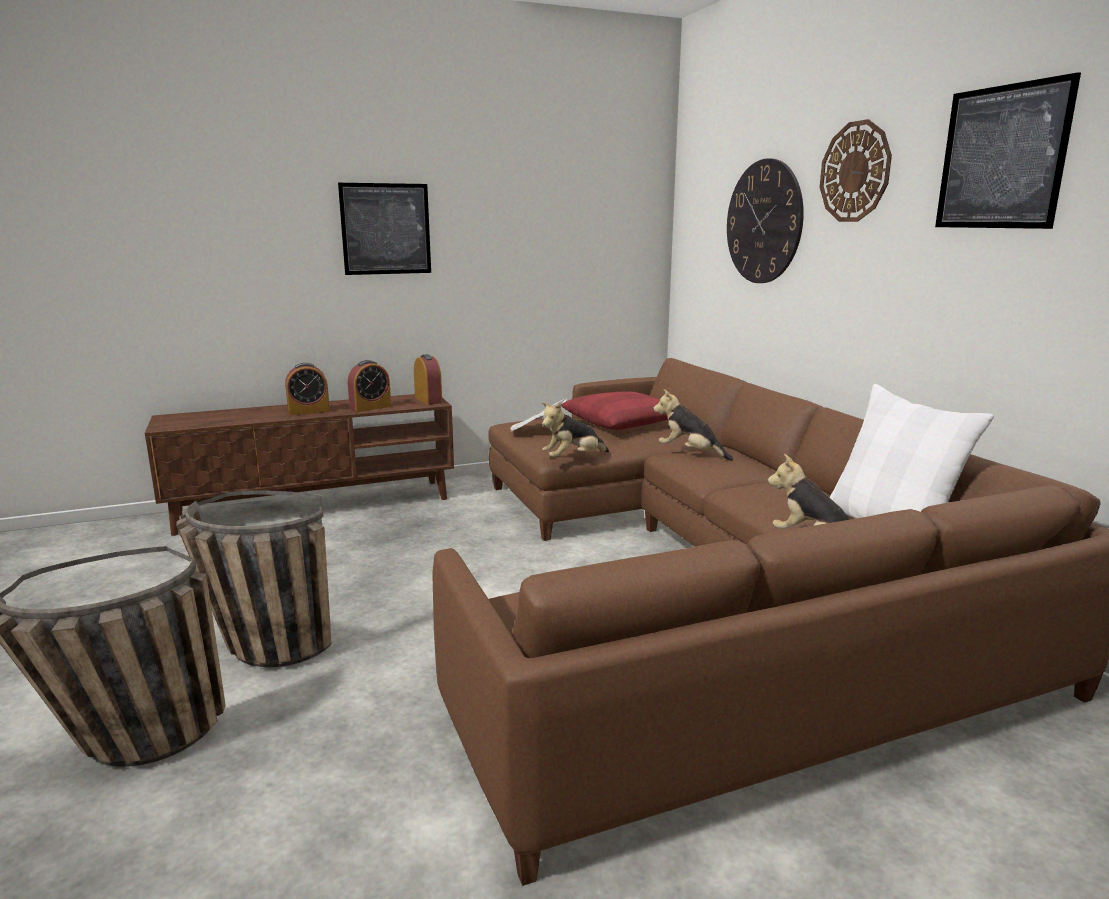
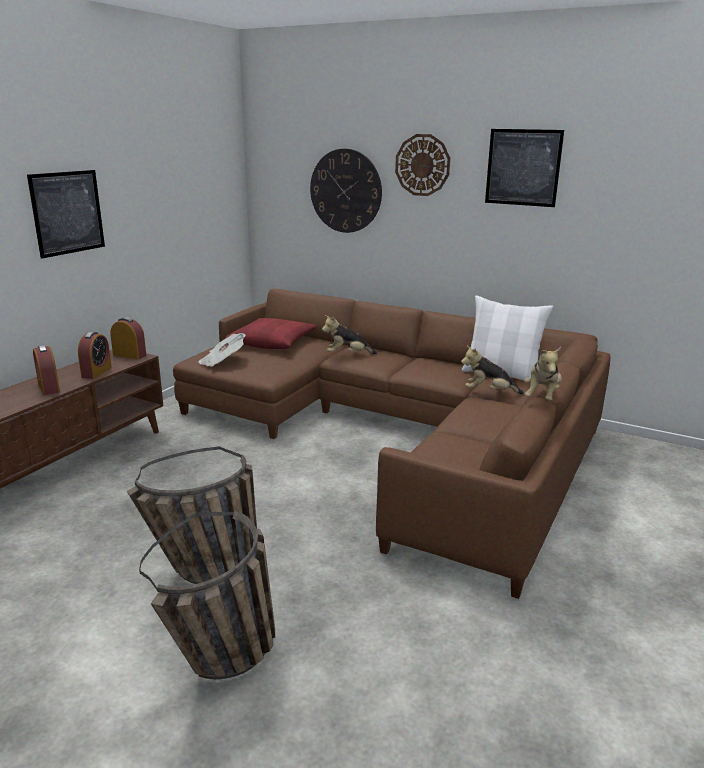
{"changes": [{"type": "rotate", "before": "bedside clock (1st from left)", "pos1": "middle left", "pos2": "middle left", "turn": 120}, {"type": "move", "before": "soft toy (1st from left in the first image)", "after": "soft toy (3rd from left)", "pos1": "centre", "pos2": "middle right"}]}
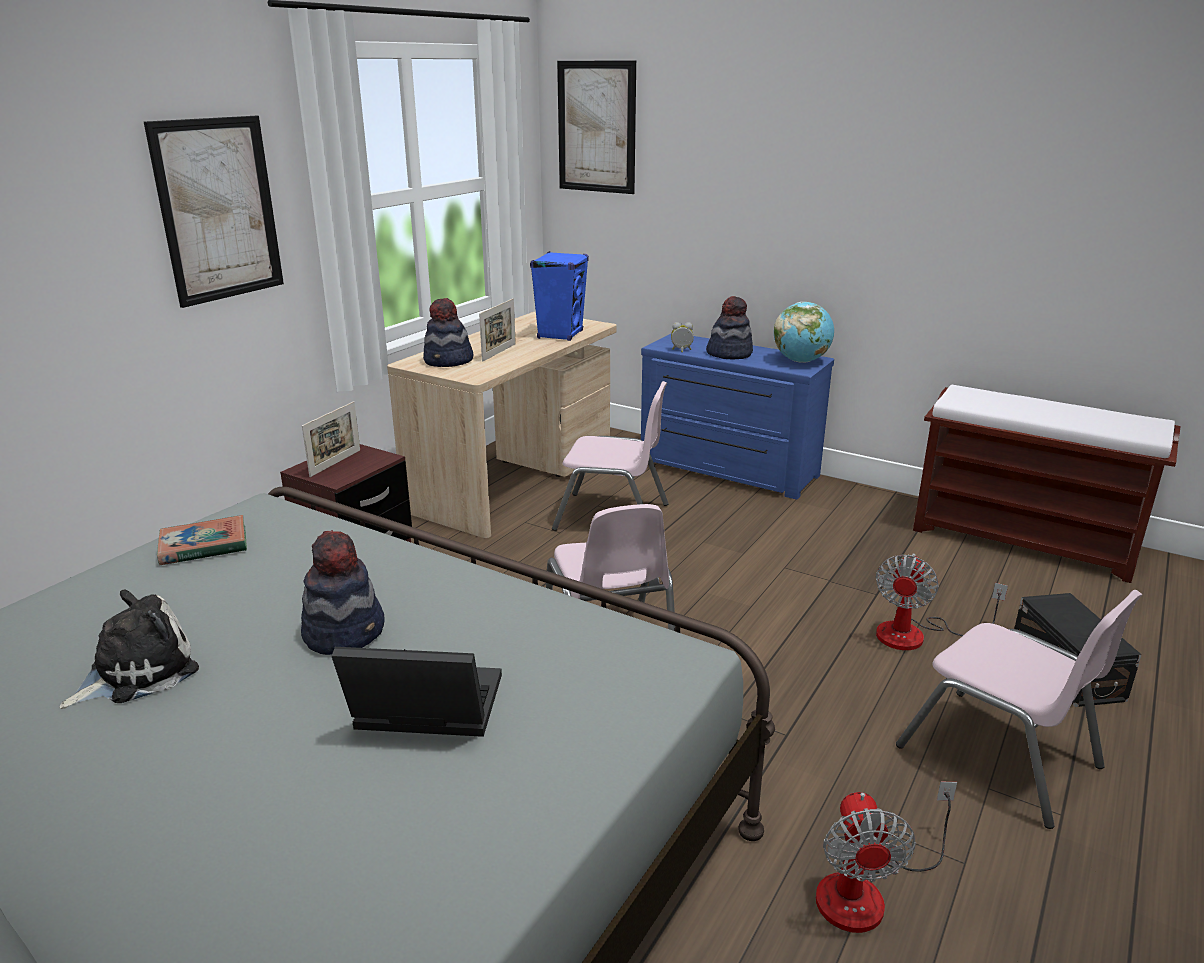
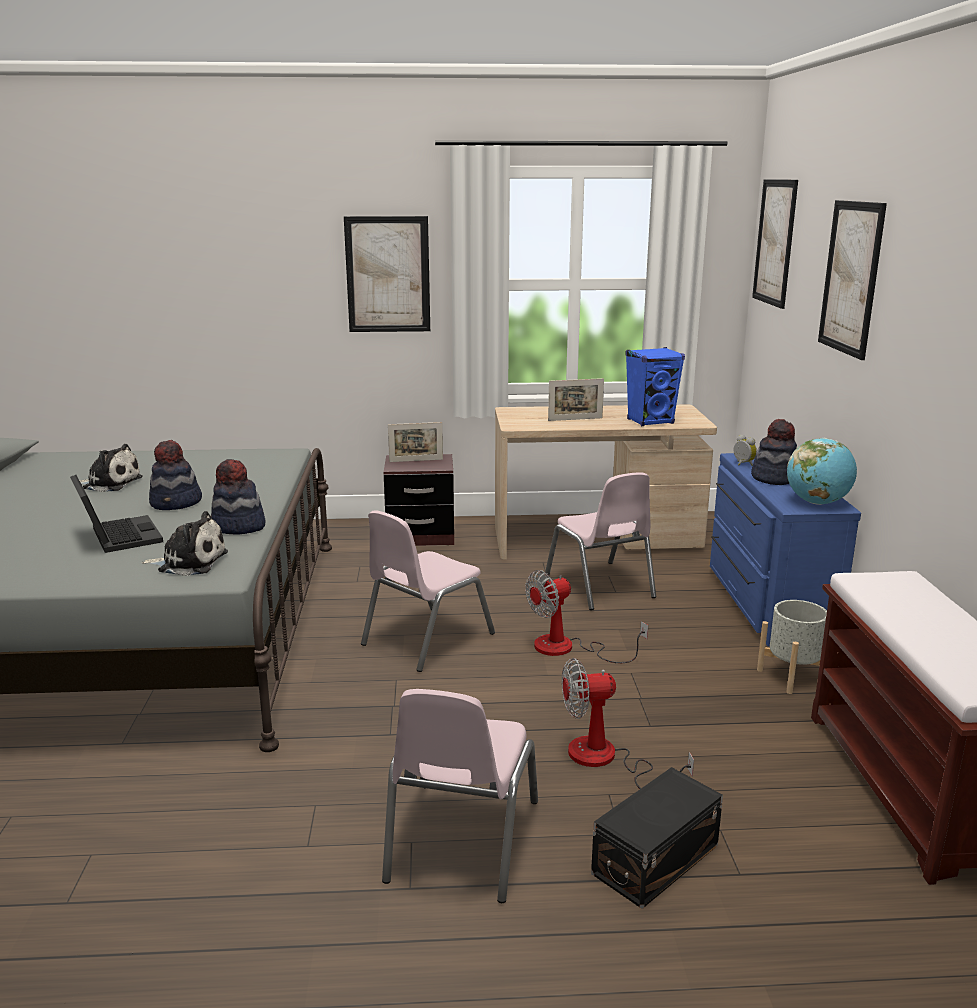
{"changes": [{"type": "insert", "after": "soft toy (2nd from left)", "pos2": "middle left"}, {"type": "move", "before": "clothing hat (2nd from left)", "pos1": "centre", "pos2": "middle left"}, {"type": "move", "before": "fan (1st from left)", "pos1": "bottom right", "pos2": "centre"}, {"type": "insert", "after": "plant pot in gray", "pos2": "middle right"}, {"type": "insert", "after": "wall picture (3rd from left)", "pos2": "top right"}, {"type": "delete", "before": "volume", "pos1": "middle left"}]}
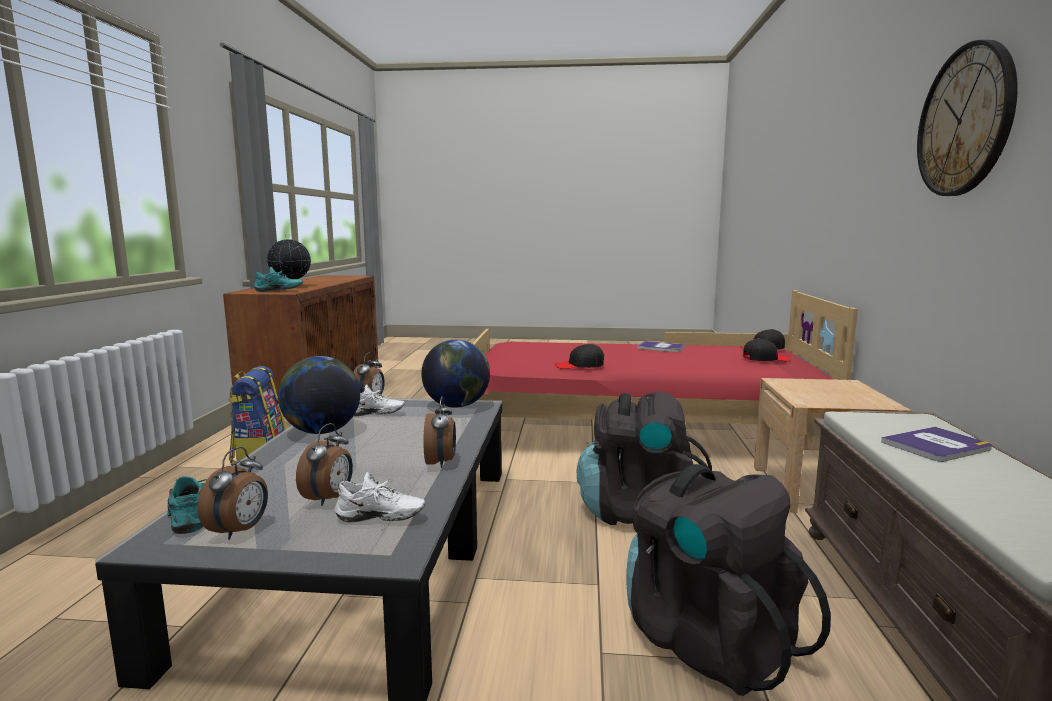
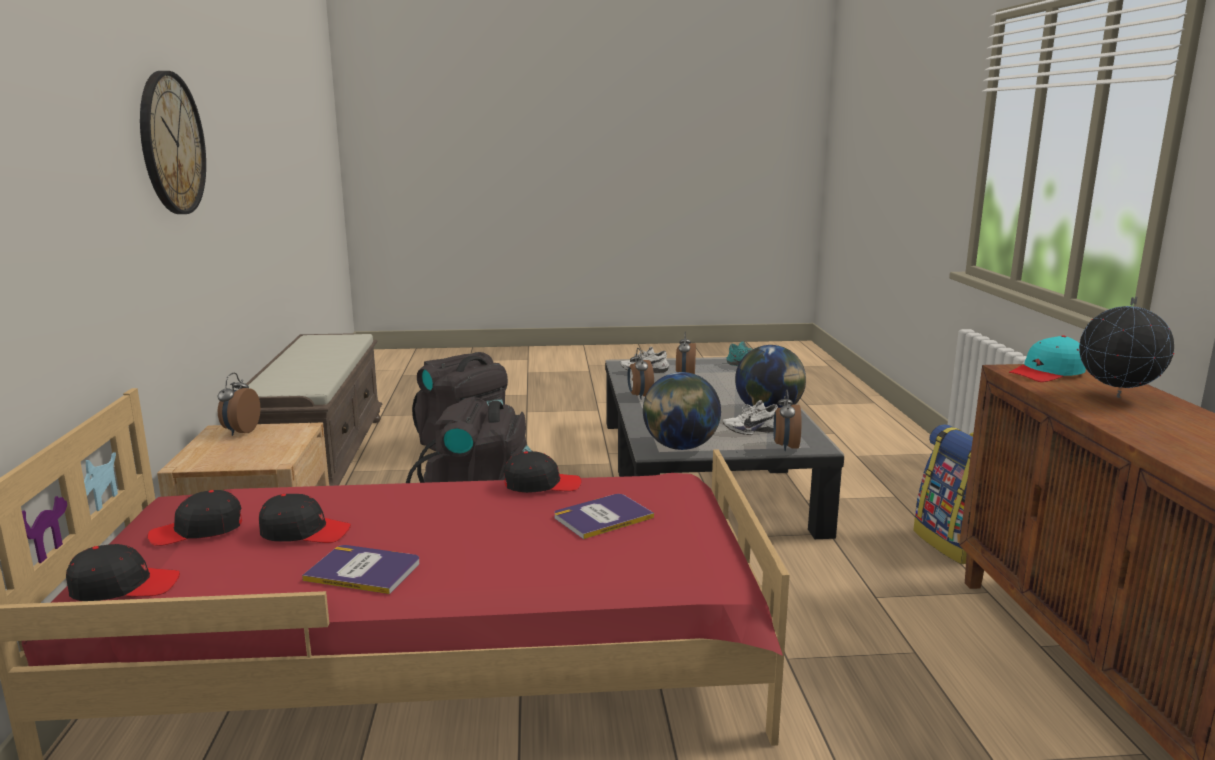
{"changes": [{"type": "move", "before": "bedside clock (1st from left)", "pos1": "bottom left", "pos2": "middle left"}, {"type": "insert", "after": "peaked cap in black (3rd from left)", "pos2": "bottom left"}, {"type": "move", "before": "volume (2nd from left)", "pos1": "middle right", "pos2": "bottom centre"}, {"type": "replace", "before": "shoe in turquoise-coloured (2nd from left)", "after": "peaked cap in turquoise-coloured", "pos1": "middle left", "pos2": "middle right"}]}
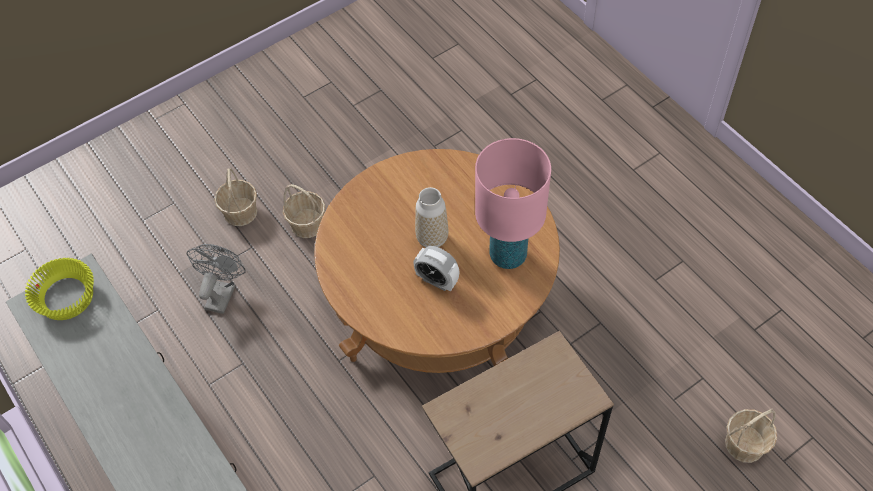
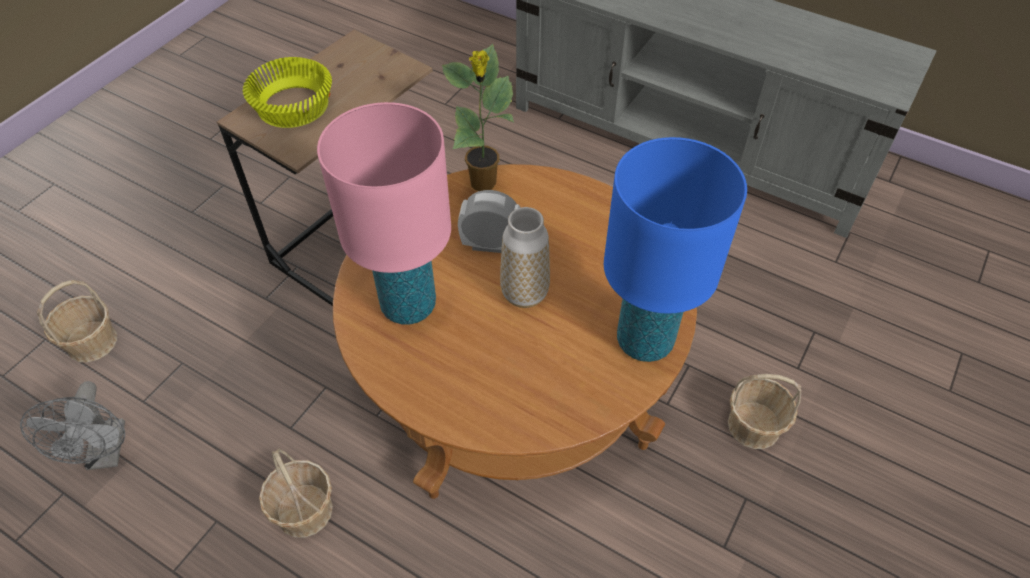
{"changes": [{"type": "move", "before": "fan in gray", "pos1": "middle left", "pos2": "bottom left"}, {"type": "move", "before": "deep dish in yellowish", "pos1": "middle left", "pos2": "top left"}, {"type": "move", "before": "household basket (1st from left in the first image)", "after": "household basket (2nd from left)", "pos1": "middle left", "pos2": "bottom left"}, {"type": "insert", "after": "houseplant", "pos2": "top centre"}, {"type": "insert", "after": "tabletop lamp in blue-coloured", "pos2": "centre"}]}
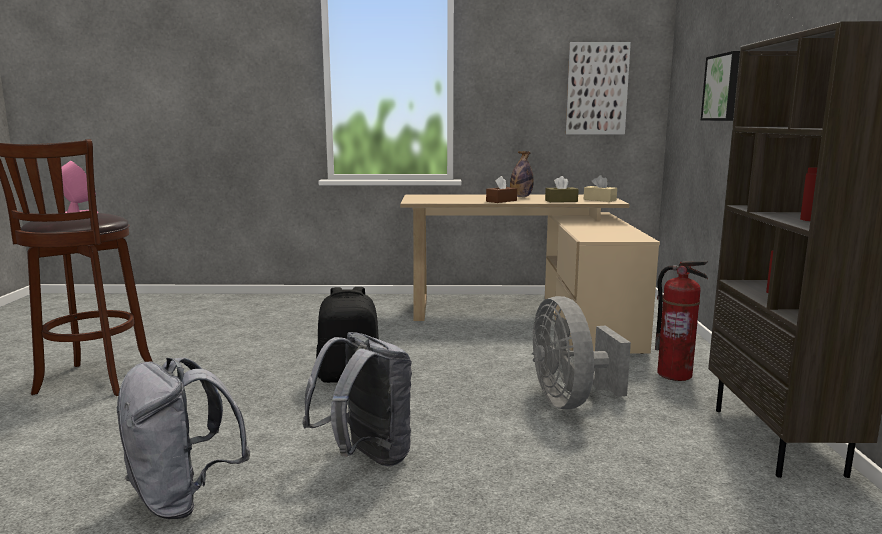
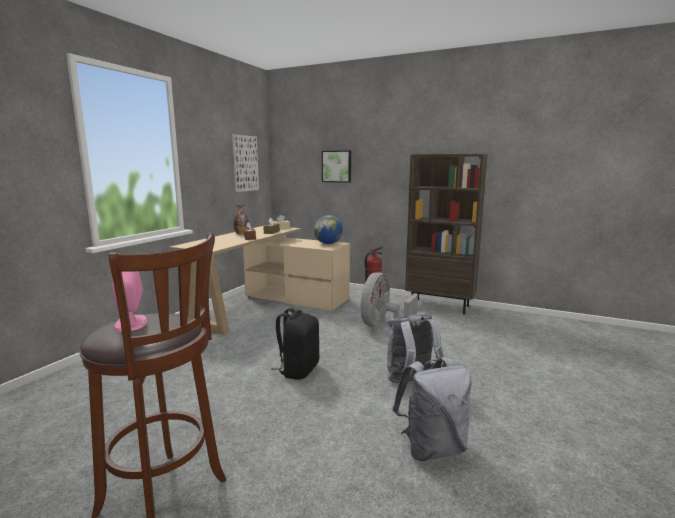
{"changes": [{"type": "insert", "after": "globe", "pos2": "centre"}, {"type": "rotate", "before": "fan in gray", "pos1": "centre", "pos2": "centre", "turn": 105}]}
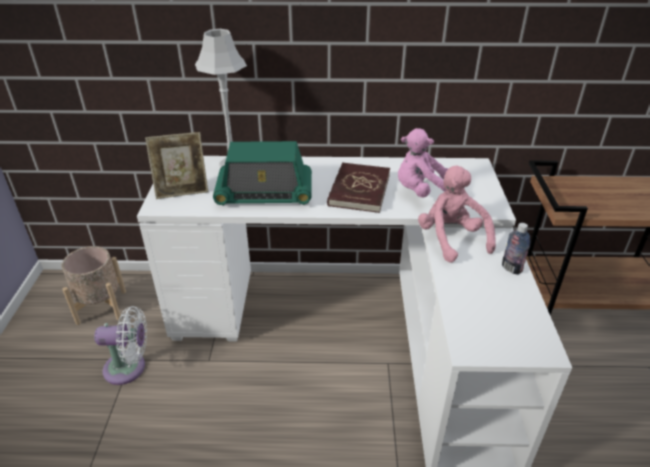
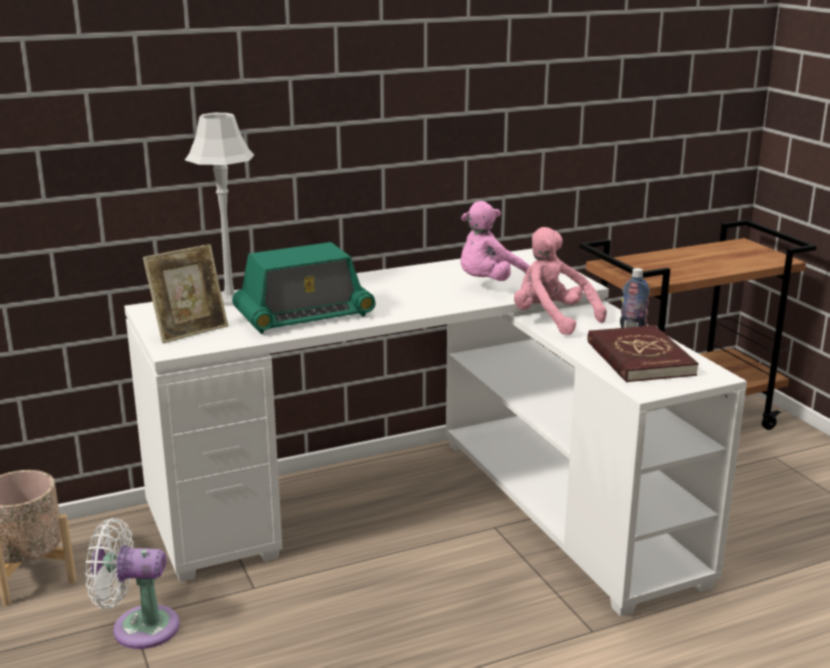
{"changes": [{"type": "rotate", "before": "fan in white-coloured", "pos1": "bottom left", "pos2": "bottom left", "turn": -150}, {"type": "move", "before": "volume in red-coloured", "pos1": "centre", "pos2": "middle right"}]}
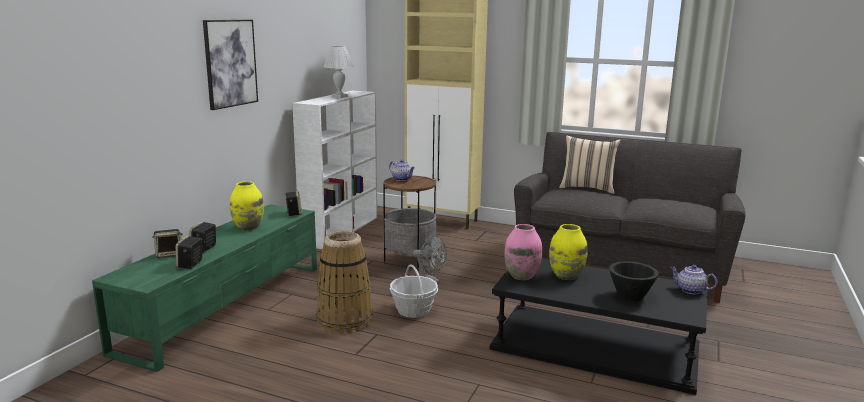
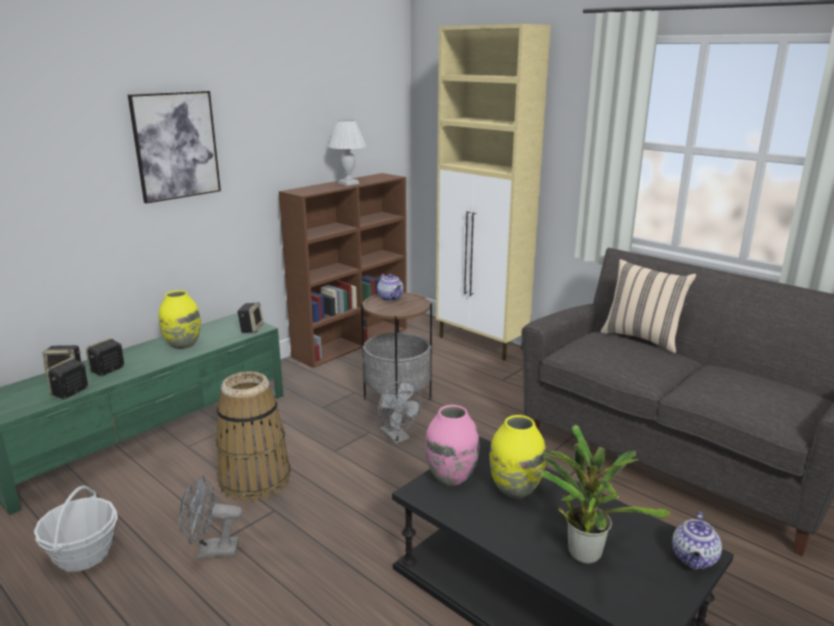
{"changes": [{"type": "move", "before": "household basket (2nd from left in the first image)", "after": "household basket (1st from left)", "pos1": "bottom centre", "pos2": "bottom left"}, {"type": "insert", "after": "fan in gray (1st from left)", "pos2": "bottom left"}, {"type": "recolor", "before": "shelving unit in white-coloured", "after": "shelving unit in brown", "pos1": "centre", "pos2": "centre"}, {"type": "replace", "before": "deep dish in black", "after": "houseplant", "pos1": "bottom right", "pos2": "bottom right"}, {"type": "rotate", "before": "pot for tea (2nd from left)", "pos1": "bottom right", "pos2": "bottom right", "turn": -120}]}
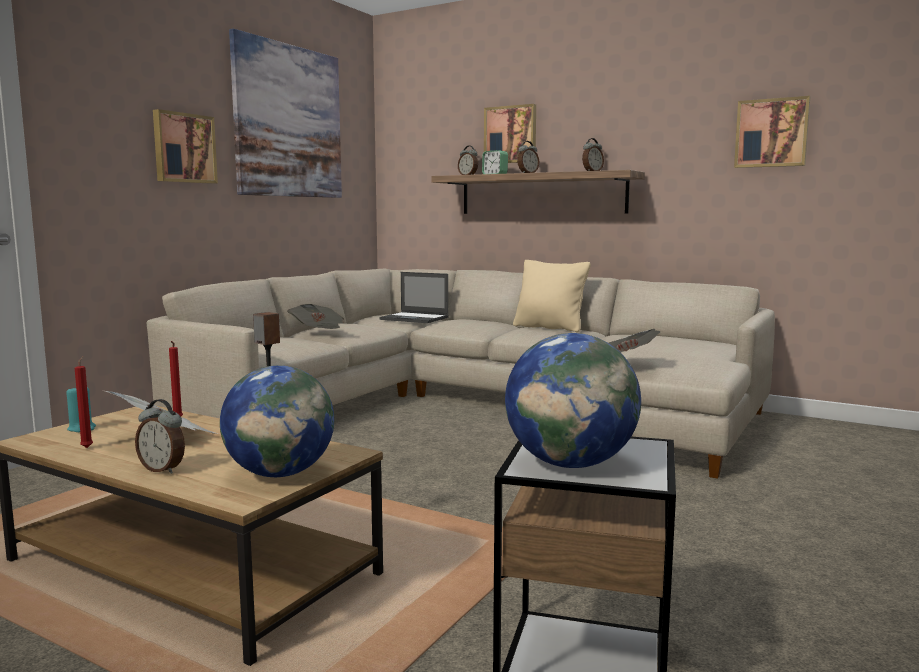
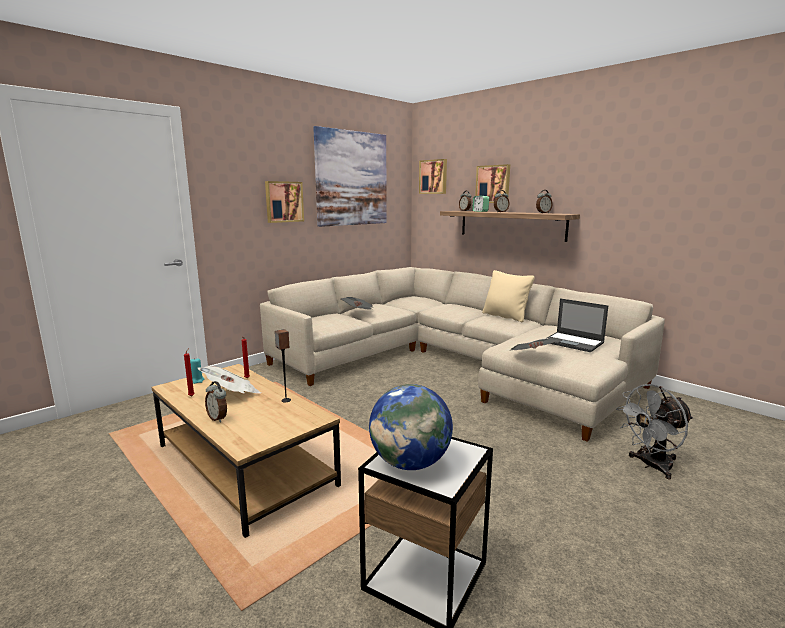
{"changes": [{"type": "move", "before": "wall picture (4th from left in the first image)", "after": "wall picture (3rd from left)", "pos1": "top right", "pos2": "top centre"}, {"type": "move", "before": "notebook computer", "pos1": "centre", "pos2": "middle right"}, {"type": "insert", "after": "fan in gray", "pos2": "bottom right"}, {"type": "delete", "before": "globe (1st from left)", "pos1": "middle left"}]}
